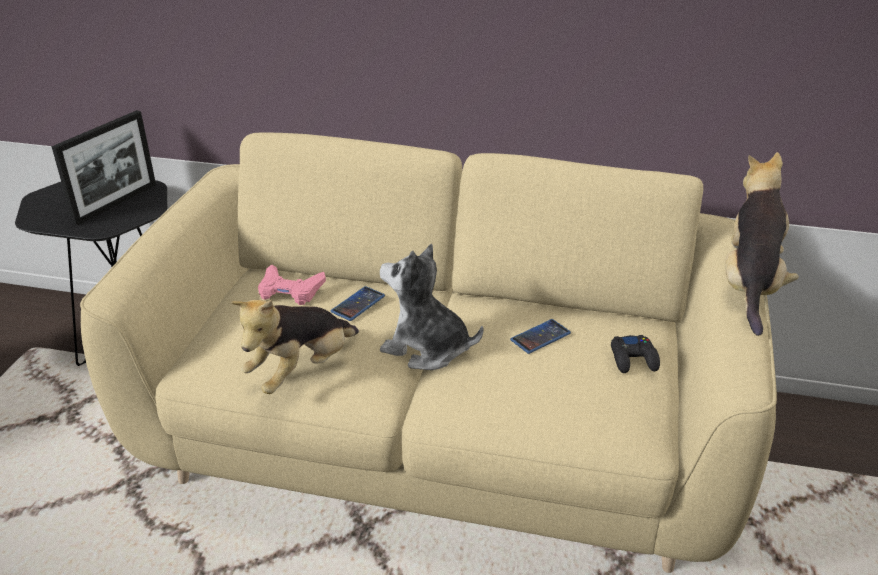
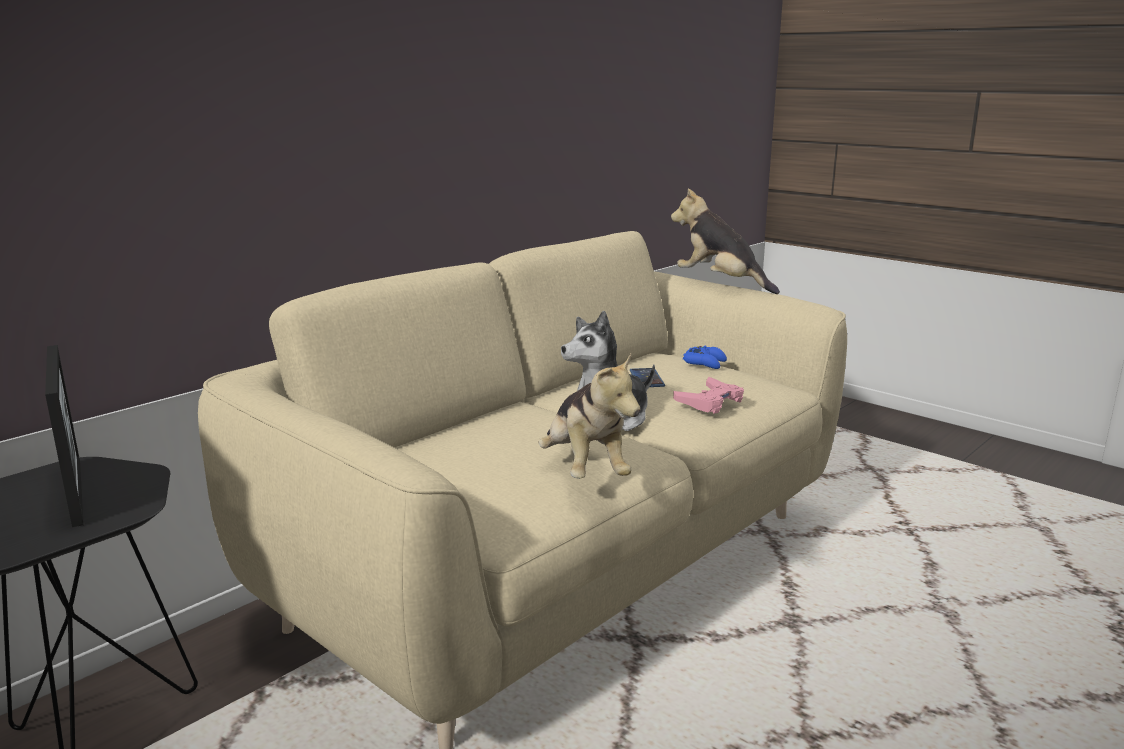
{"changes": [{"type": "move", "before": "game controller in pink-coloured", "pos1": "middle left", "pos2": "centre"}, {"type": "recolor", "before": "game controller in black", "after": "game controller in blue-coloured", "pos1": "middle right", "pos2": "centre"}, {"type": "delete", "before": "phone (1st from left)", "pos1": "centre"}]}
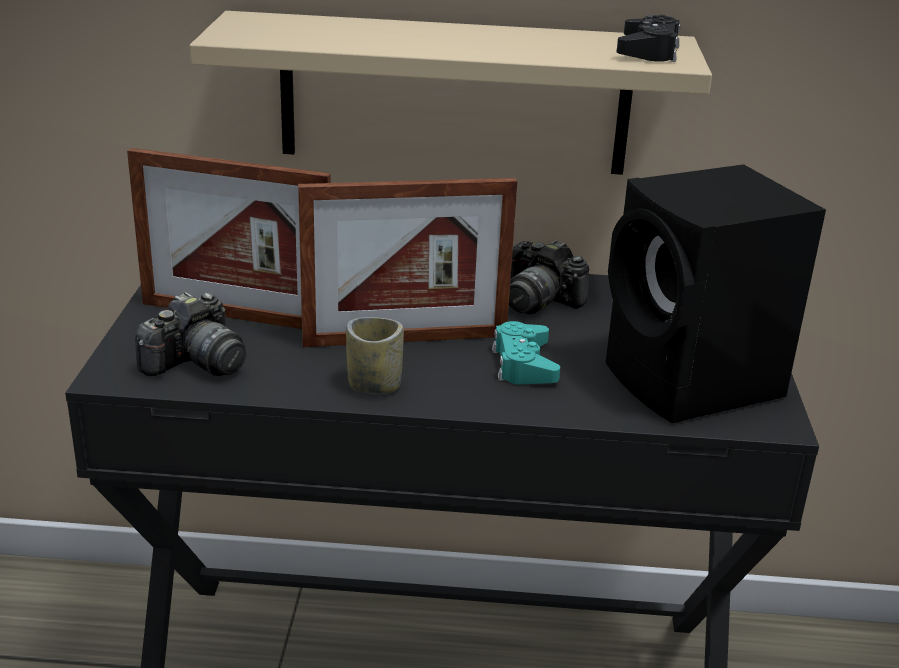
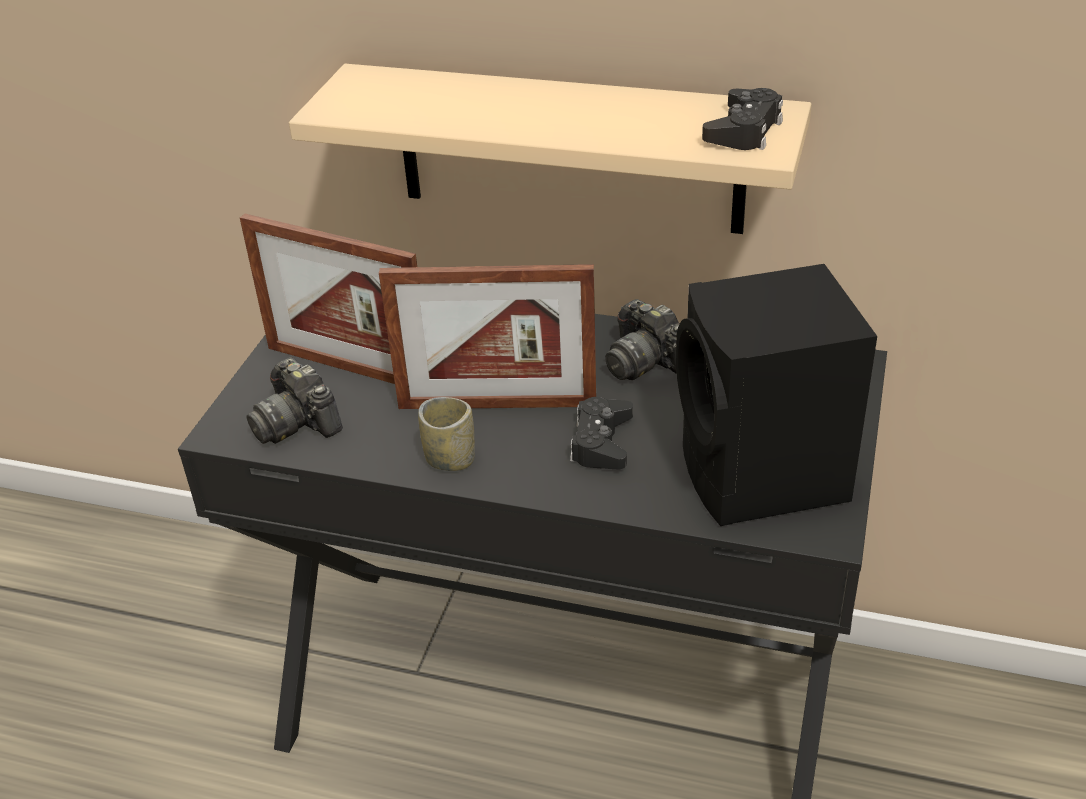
{"changes": [{"type": "rotate", "before": "photo camera (1st from left)", "pos1": "middle left", "pos2": "middle left", "turn": 90}, {"type": "recolor", "before": "game controller in turquoise-coloured", "after": "game controller in black (1st from left)", "pos1": "centre", "pos2": "centre"}]}
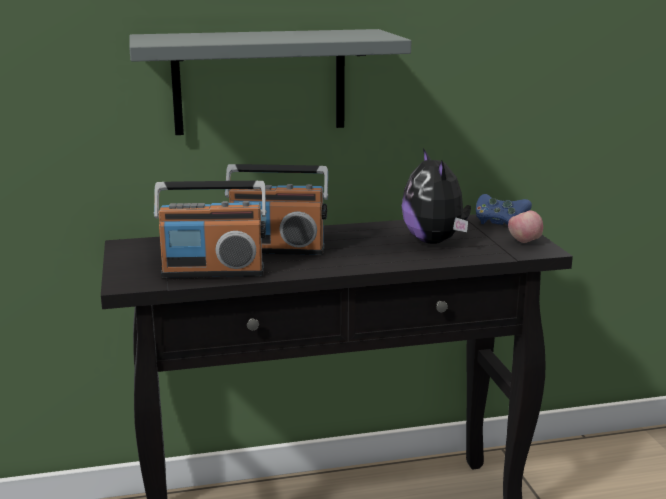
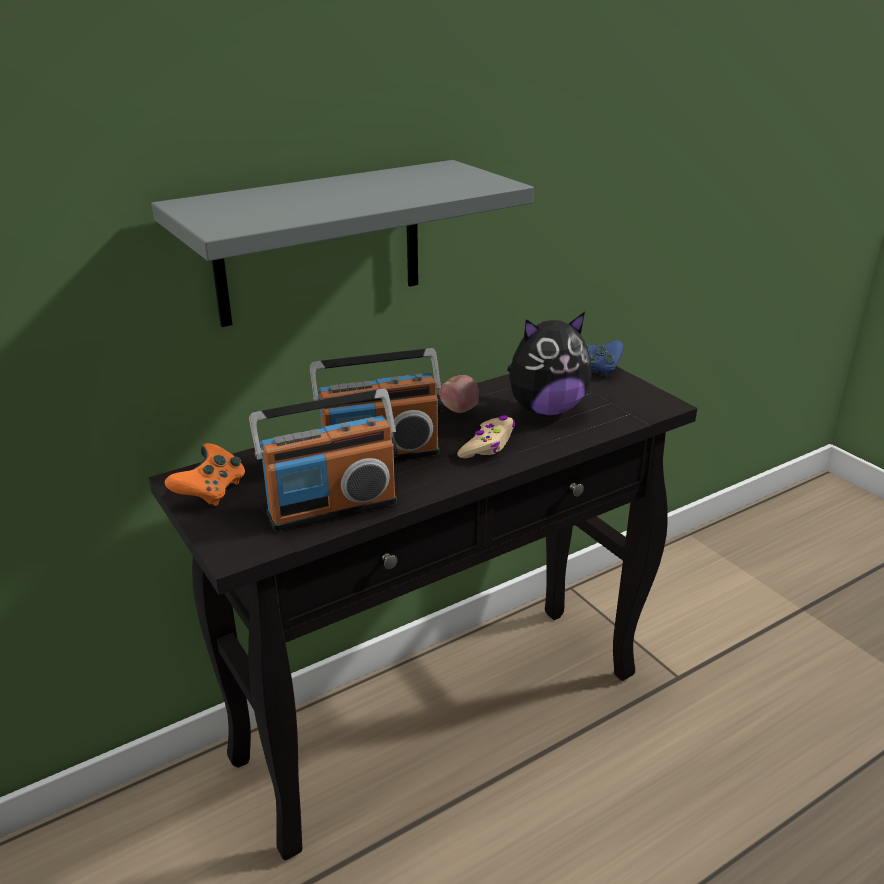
{"changes": [{"type": "insert", "after": "game controller in orange", "pos2": "middle left"}, {"type": "move", "before": "apple", "pos1": "middle right", "pos2": "centre"}, {"type": "insert", "after": "game controller in beige-coloured", "pos2": "centre"}, {"type": "rotate", "before": "soft toy", "pos1": "centre", "pos2": "centre", "turn": -75}]}
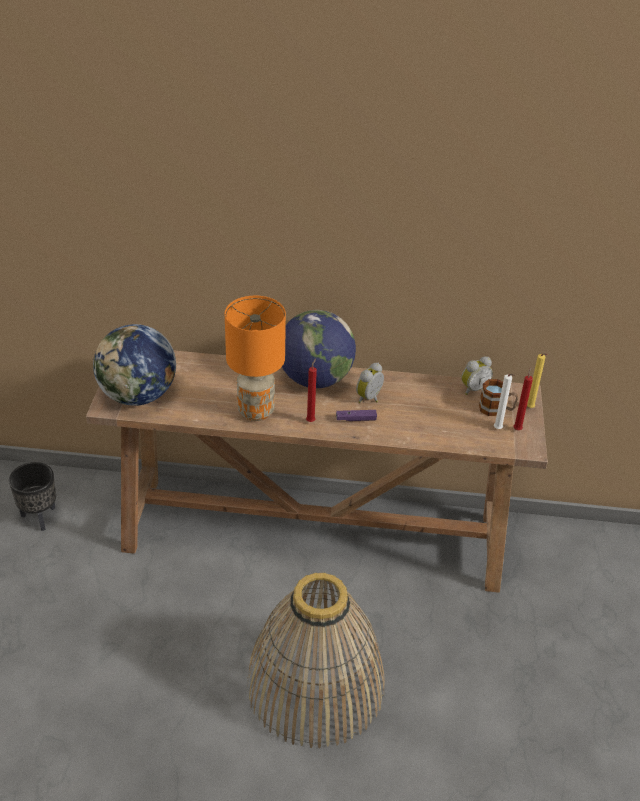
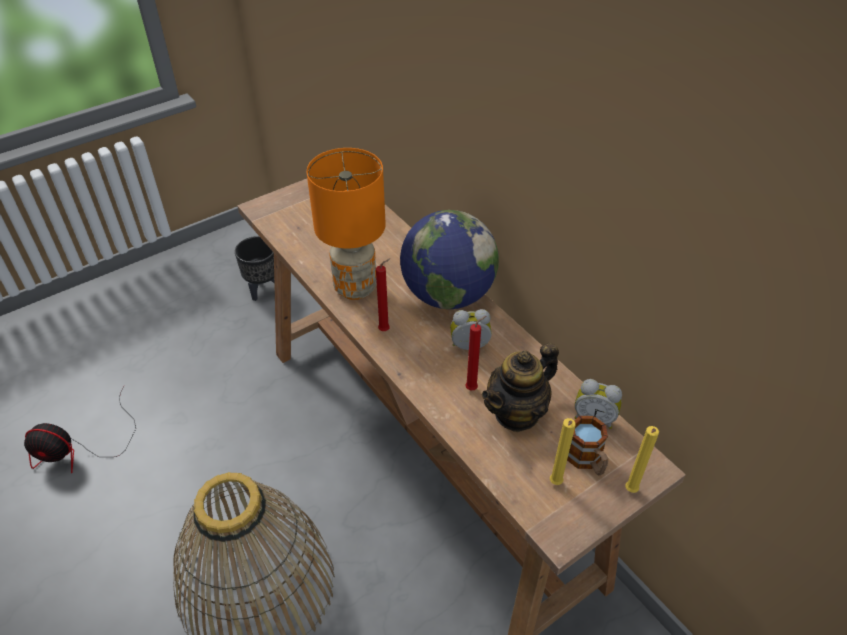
{"changes": [{"type": "insert", "after": "fan", "pos2": "bottom left"}, {"type": "move", "before": "wax light in red-coloured (2nd from left)", "pos1": "middle right", "pos2": "centre"}, {"type": "insert", "after": "pot for tea", "pos2": "centre"}, {"type": "recolor", "before": "wax light in white-coloured", "after": "wax light in yellowish (1st from left)", "pos1": "middle right", "pos2": "bottom centre"}, {"type": "delete", "before": "globe (1st from left)", "pos1": "middle left"}, {"type": "delete", "before": "game controller in purplish", "pos1": "centre"}]}
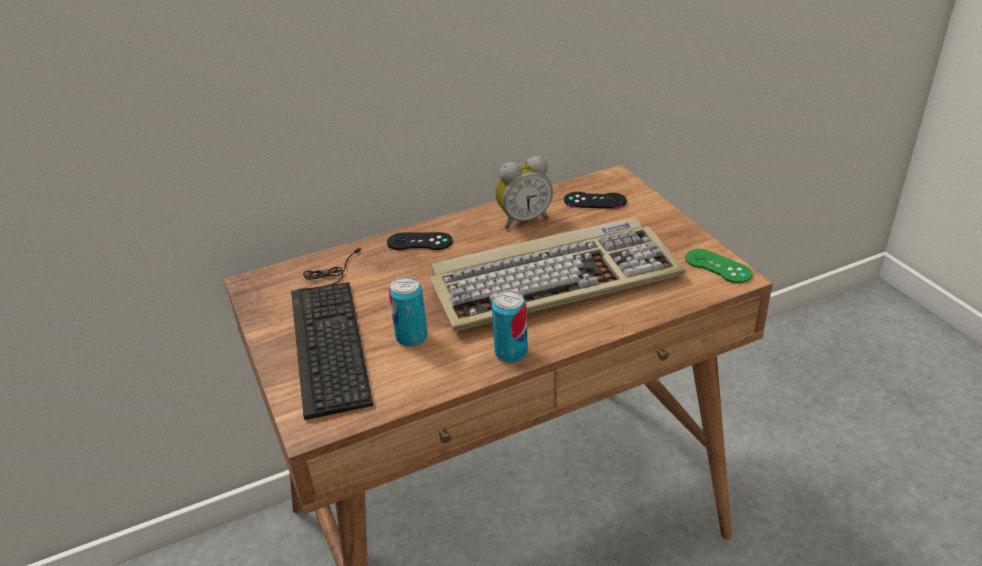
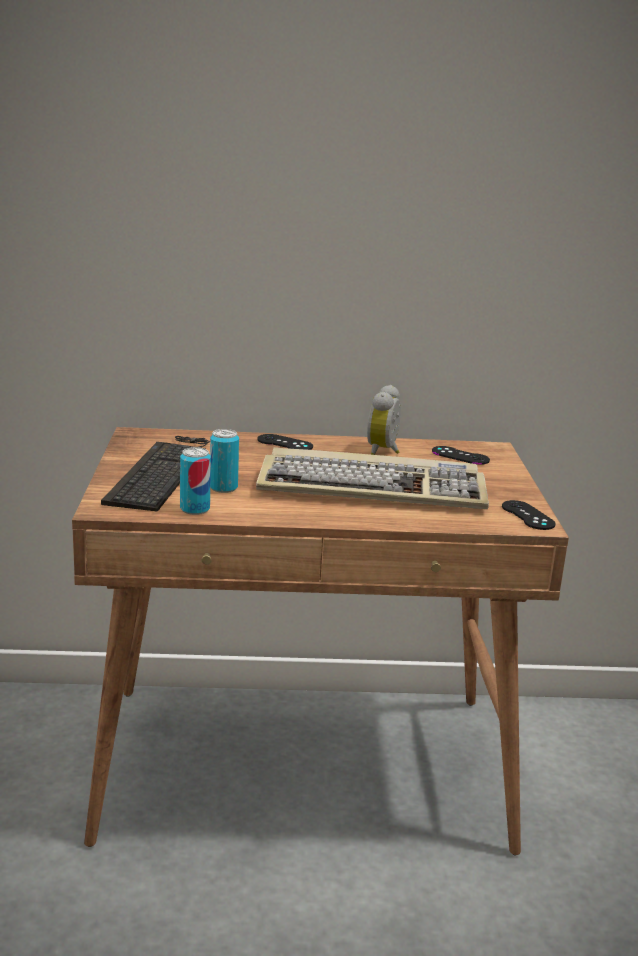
{"changes": [{"type": "move", "before": "sealed can (2nd from left in the first image)", "after": "sealed can (1st from left)", "pos1": "centre", "pos2": "middle left"}, {"type": "rotate", "before": "bedside clock", "pos1": "centre", "pos2": "centre", "turn": 105}, {"type": "recolor", "before": "game controller in green-coloured", "after": "game controller in black (3rd from left)", "pos1": "middle right", "pos2": "middle right"}]}
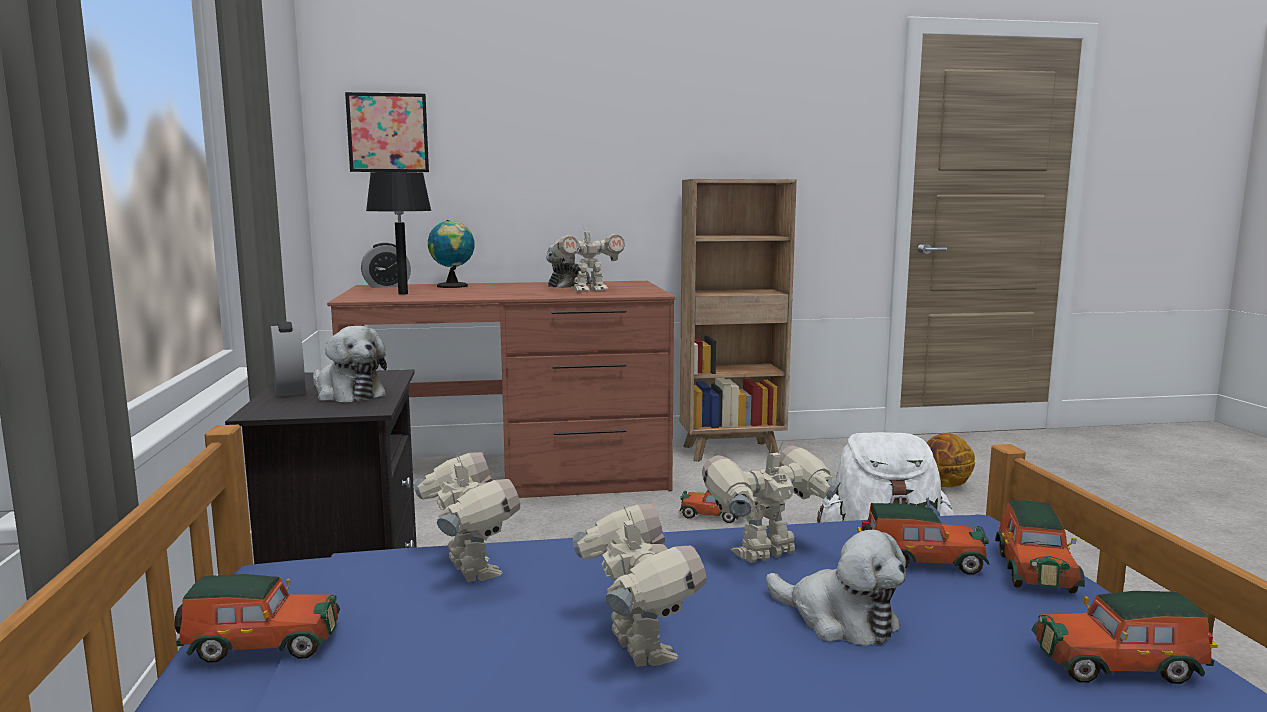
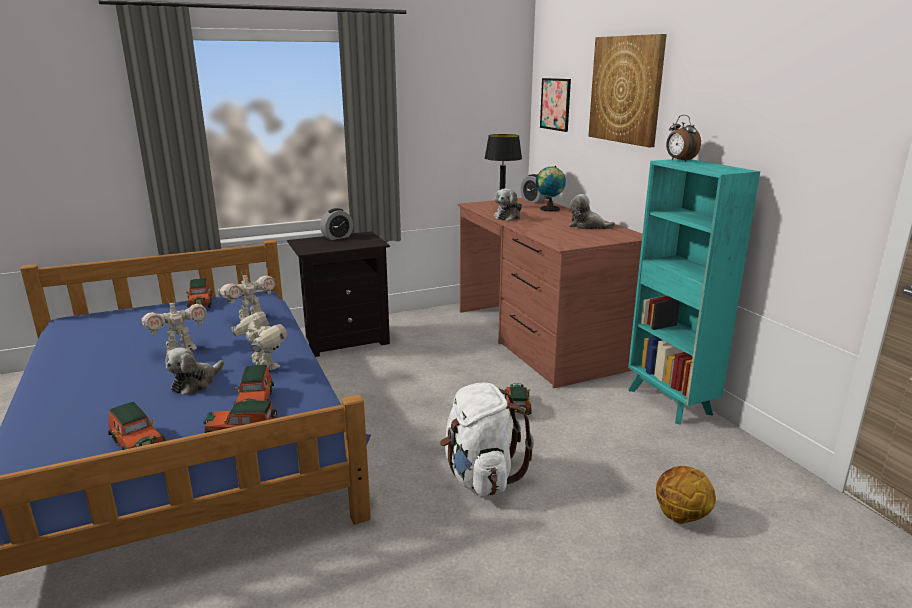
{"changes": [{"type": "rotate", "before": "miniature car (5th from left in the first image)", "pos1": "bottom right", "pos2": "bottom left", "turn": 150}, {"type": "move", "before": "soft toy (1st from left in the first image)", "after": "soft toy (2nd from left)", "pos1": "middle left", "pos2": "centre"}, {"type": "insert", "after": "wall picture (2nd from left)", "pos2": "top right"}, {"type": "recolor", "before": "shelving unit in brown", "after": "shelving unit in turquoise-coloured", "pos1": "centre", "pos2": "middle right"}, {"type": "insert", "after": "bedside clock (3rd from left)", "pos2": "top right"}, {"type": "delete", "before": "toy robot (2nd from left)", "pos1": "centre"}]}
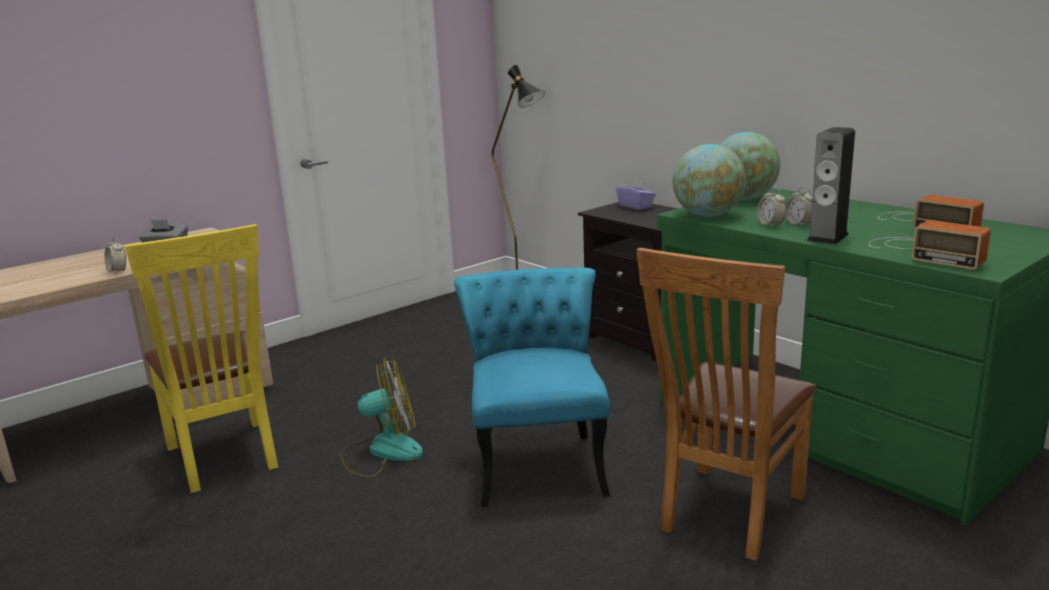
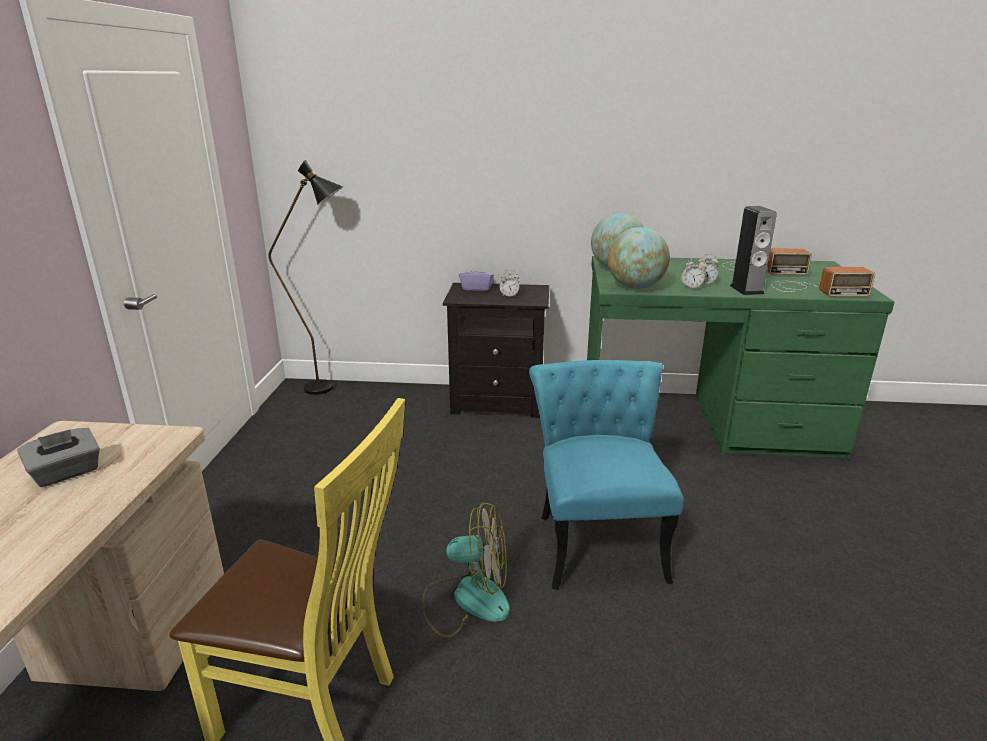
{"changes": [{"type": "rotate", "before": "fan", "pos1": "bottom centre", "pos2": "bottom centre", "turn": 60}, {"type": "move", "before": "bedside clock (1st from left)", "pos1": "middle left", "pos2": "centre"}, {"type": "rotate", "before": "chair in turquoise-coloured", "pos1": "centre", "pos2": "centre", "turn": 45}, {"type": "delete", "before": "chair in brown", "pos1": "bottom right"}]}
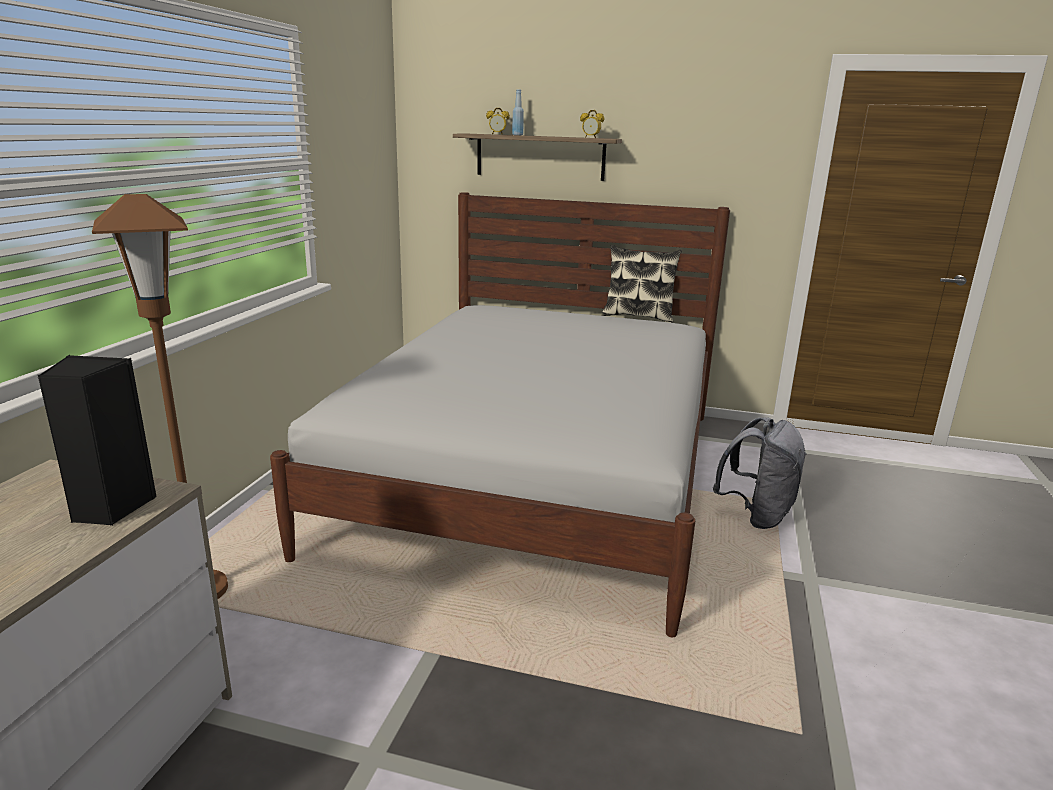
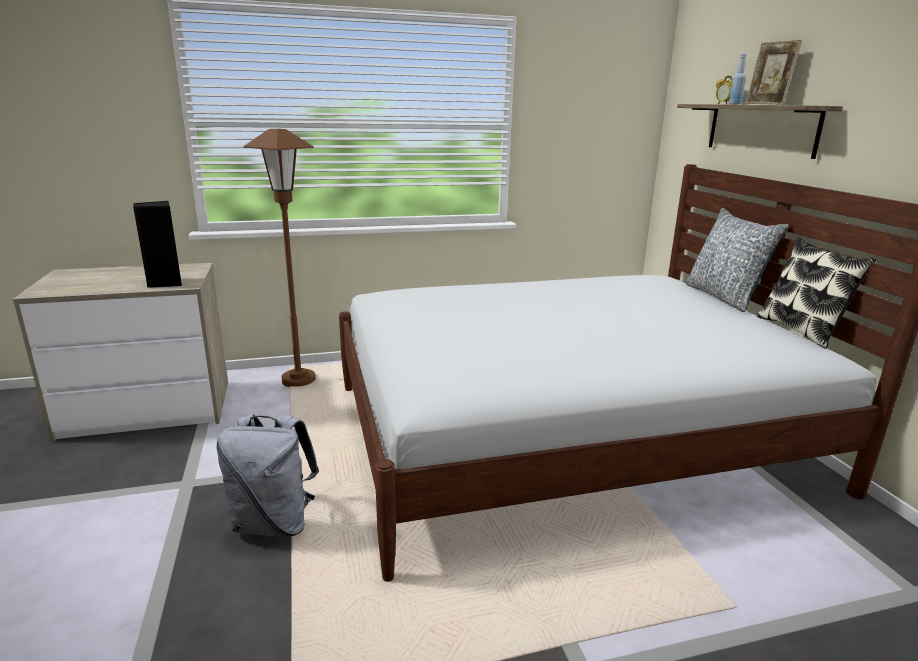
{"changes": [{"type": "move", "before": "knapsack in gray", "pos1": "middle right", "pos2": "bottom left"}, {"type": "insert", "after": "throw pillow (1st from left)", "pos2": "middle right"}, {"type": "insert", "after": "picture frame", "pos2": "top right"}, {"type": "delete", "before": "bedside clock (2nd from left)", "pos1": "top centre"}]}
